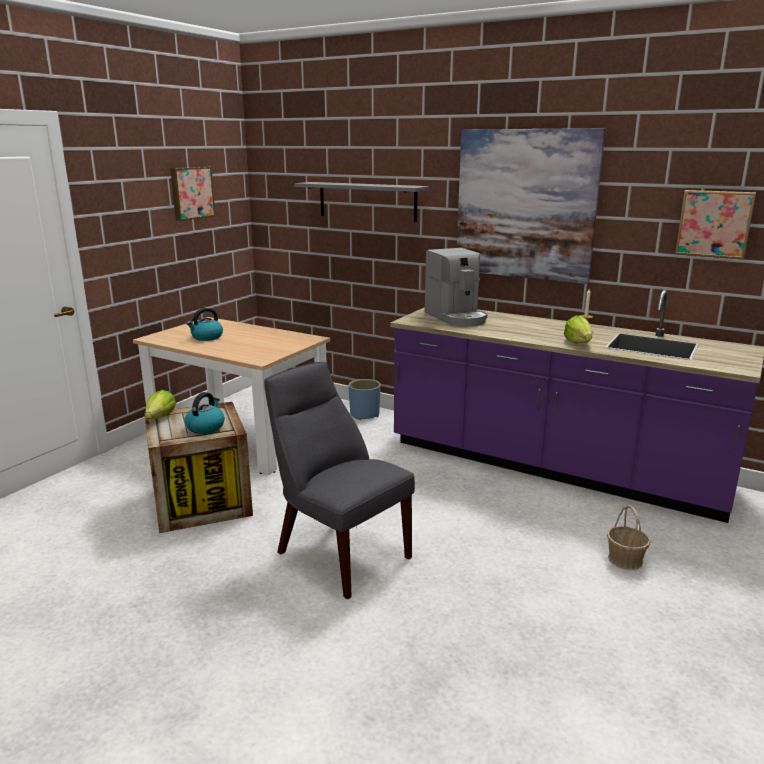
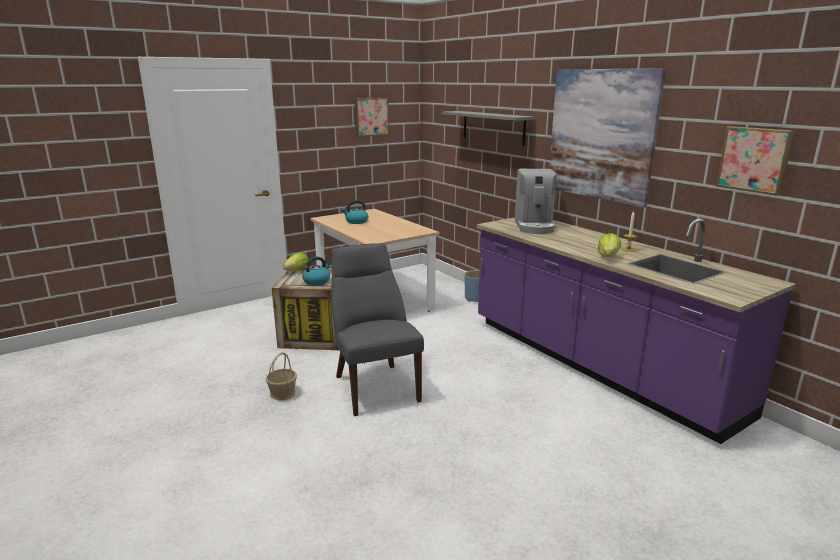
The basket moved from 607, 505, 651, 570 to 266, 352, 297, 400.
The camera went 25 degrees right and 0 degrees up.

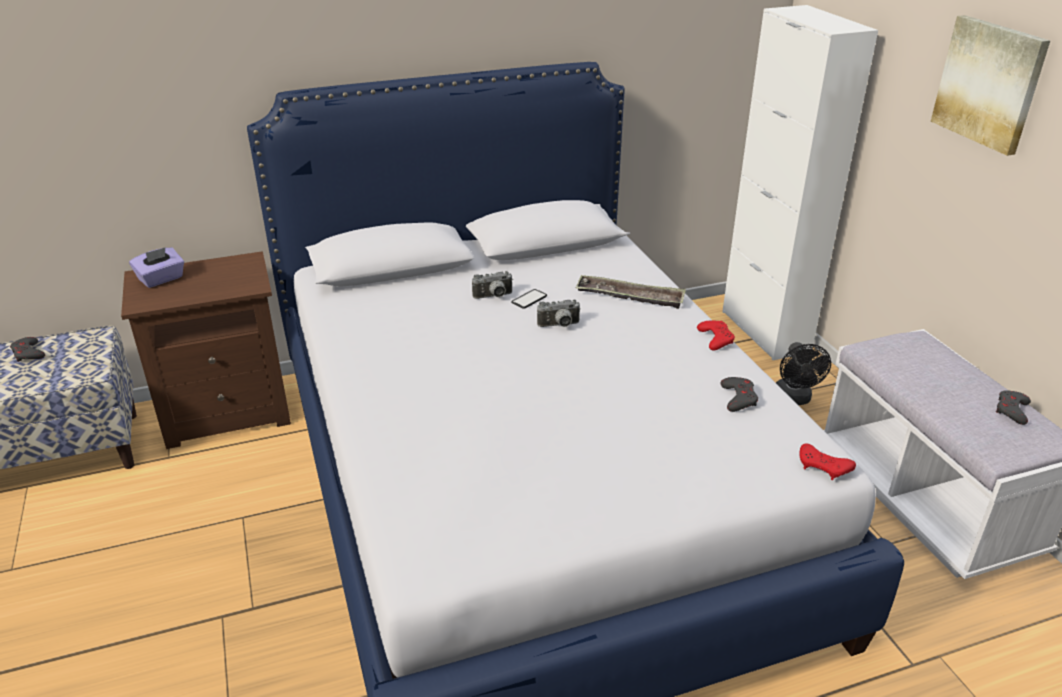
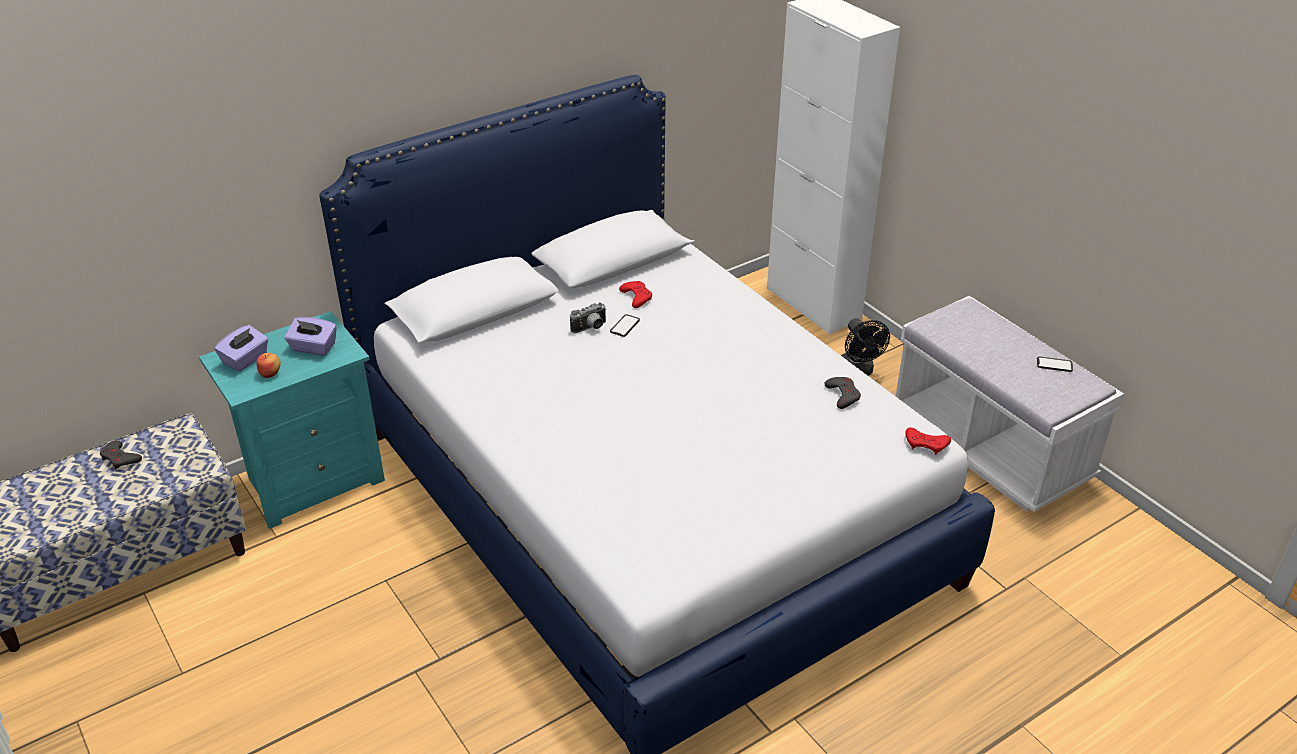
The picture at 931, 15, 1050, 156 disappeared.
The nightstand (brown) at 121, 251, 291, 449 became the nightstand (turquoise) at 199, 311, 385, 529.
The tray at 576, 275, 686, 309 disappeared.
The photo camera at 537, 300, 581, 327 disappeared.
The game controller (red) moved from 697, 320, 735, 350 to 619, 281, 652, 308.
The game controller (grey) at 996, 390, 1031, 425 was replaced by the phone at 1037, 356, 1073, 372.
The tissue box (purple) at 284, 317, 337, 356 appeared.
The apple at 257, 353, 281, 378 appeared.
The camera went 15 degrees left and 5 degrees up.

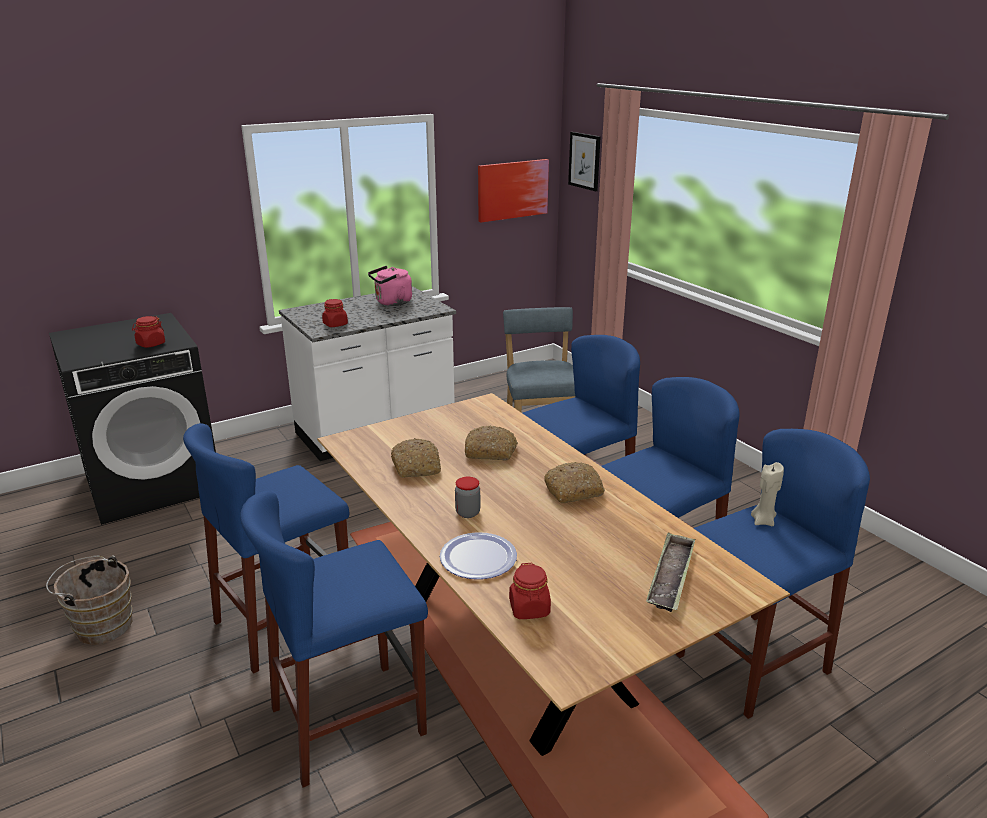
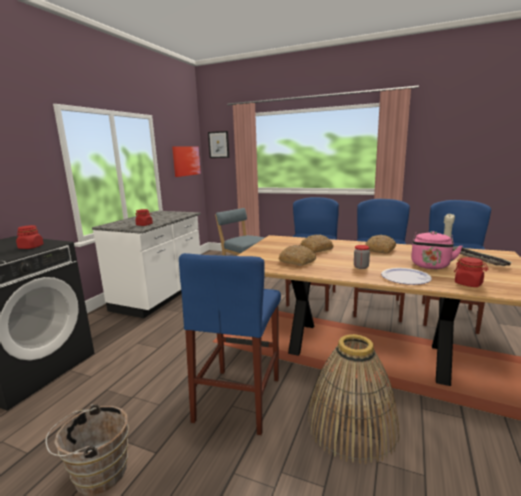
The kettle (pink) moved from 368, 266, 412, 306 to 411, 231, 463, 269.
The stool (blue) at 240, 491, 428, 788 was replaced by the basket at 308, 334, 399, 464.
The camera went 35 degrees left and 10 degrees down.

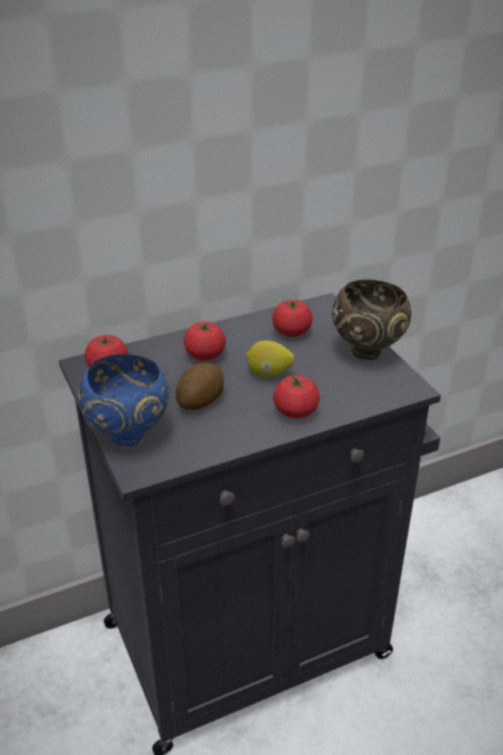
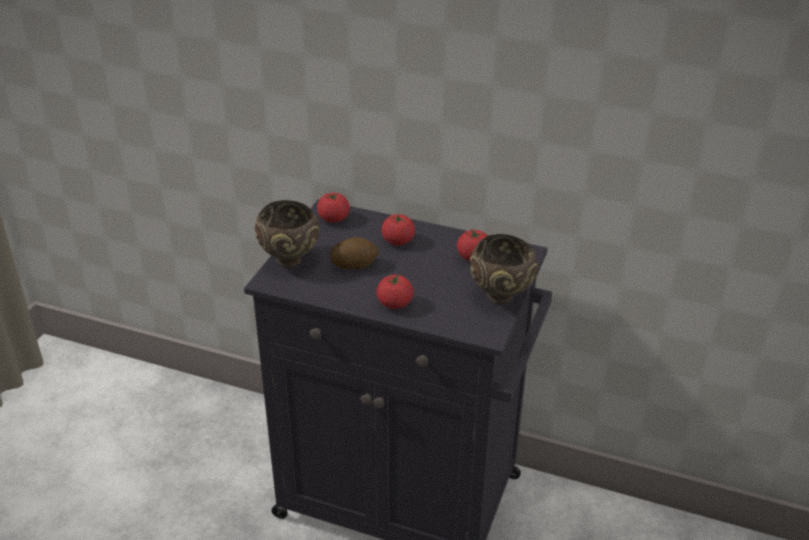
The lemon at 246, 341, 295, 377 disappeared.
The bowl (blue) at 78, 354, 169, 446 became the bowl (brown) at 255, 200, 319, 268.
The camera went 45 degrees right and 0 degrees up.

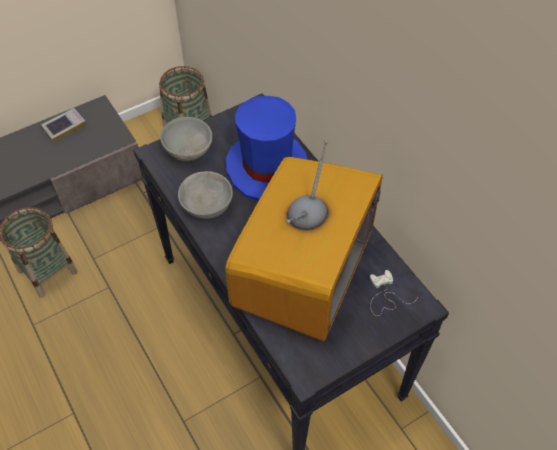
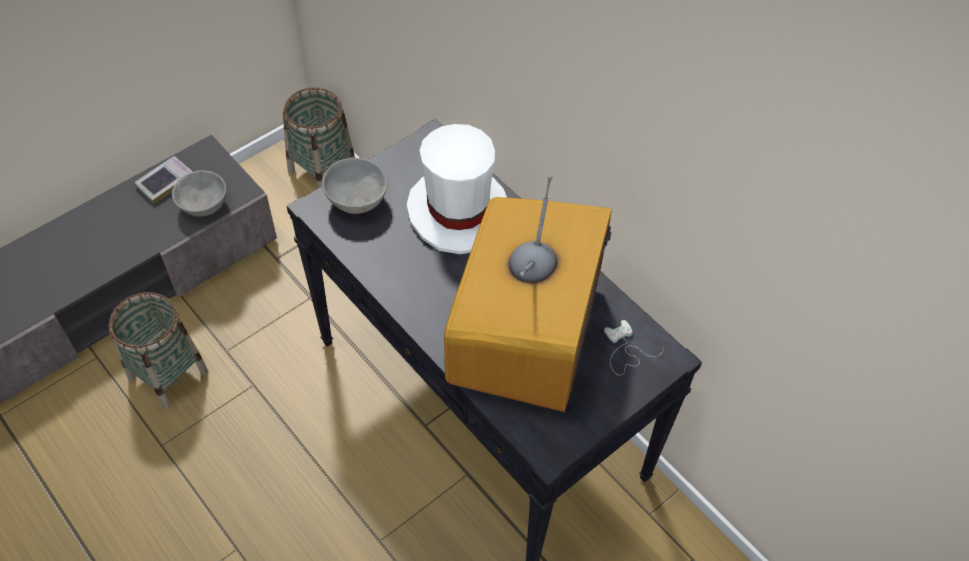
The hat (blue) at 226, 96, 307, 201 became the hat (white) at 407, 124, 507, 254.
The bowl (grey) moved from 178, 171, 233, 219 to 172, 170, 226, 217.
The camera went 10 degrees left and 0 degrees up.

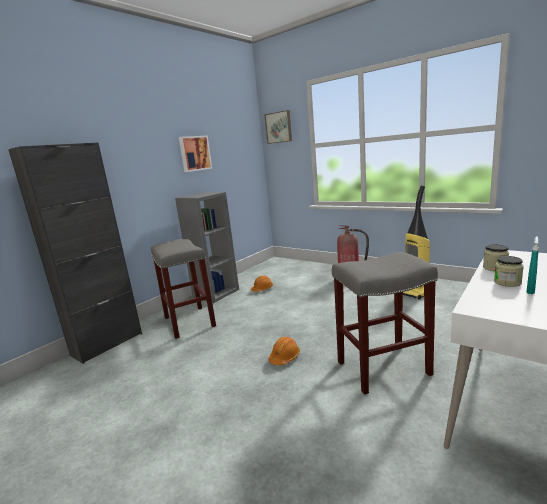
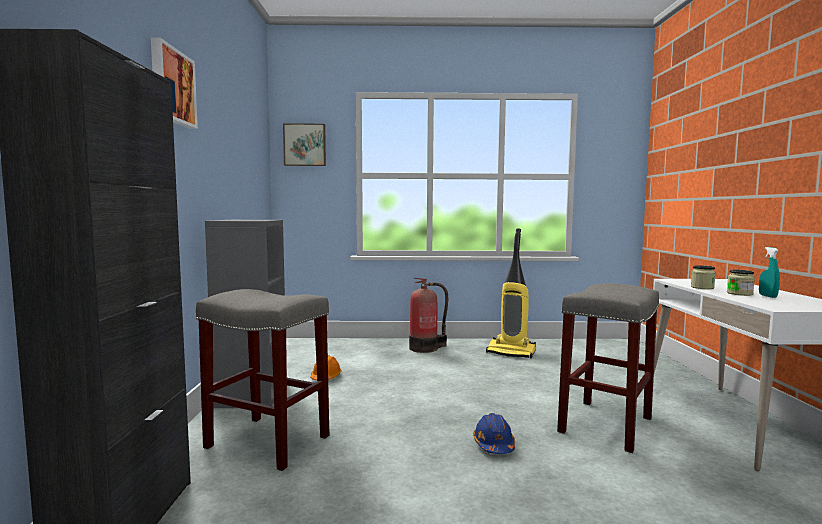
The picture moved from 179, 135, 212, 172 to 151, 37, 198, 129.
The hard hat (orange) at 268, 337, 300, 365 became the hard hat (blue) at 473, 413, 515, 454.
The camera went 40 degrees left and 10 degrees down.

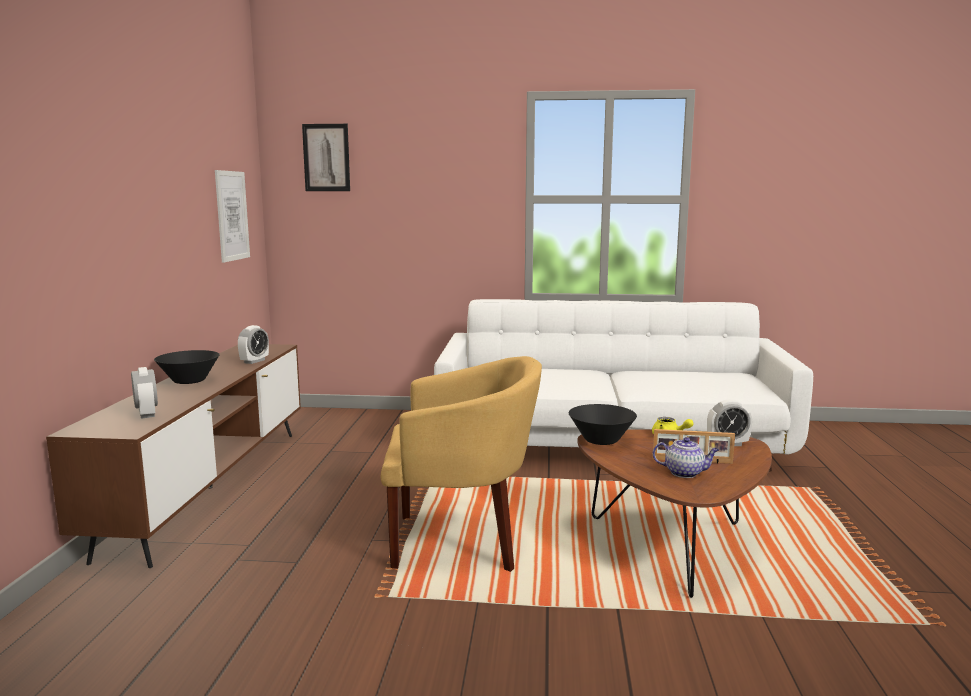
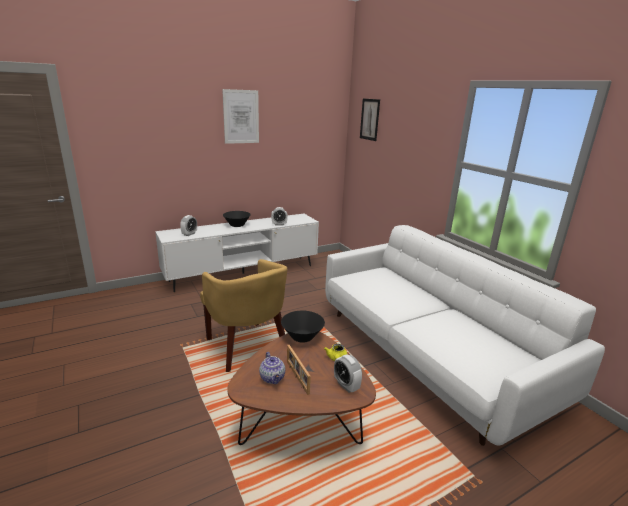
The picture moved from 215, 170, 250, 263 to 222, 89, 259, 144.
The tv stand (brown) at 46, 344, 301, 568 became the tv stand (white) at 155, 214, 319, 292.
The camera went 55 degrees right and 10 degrees up.

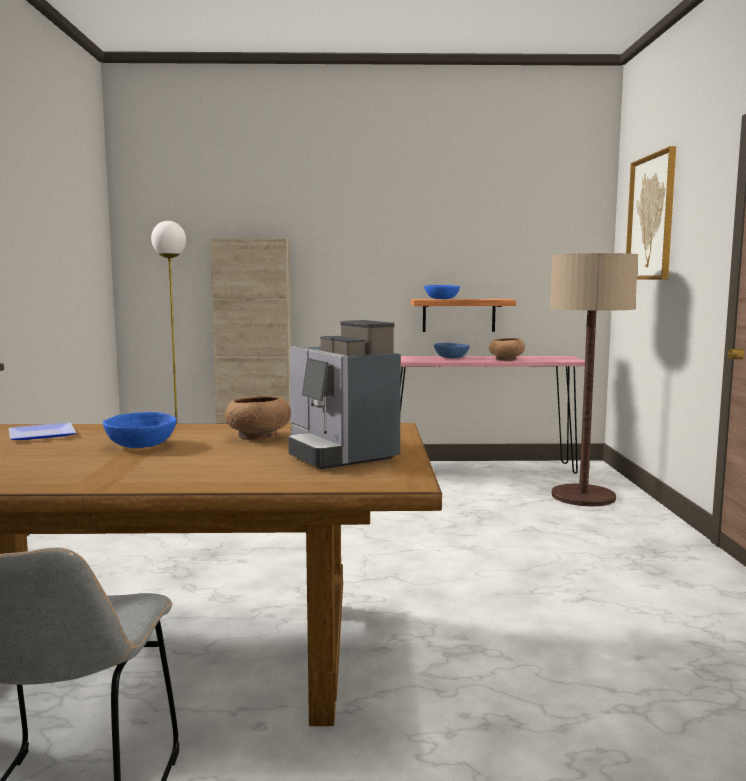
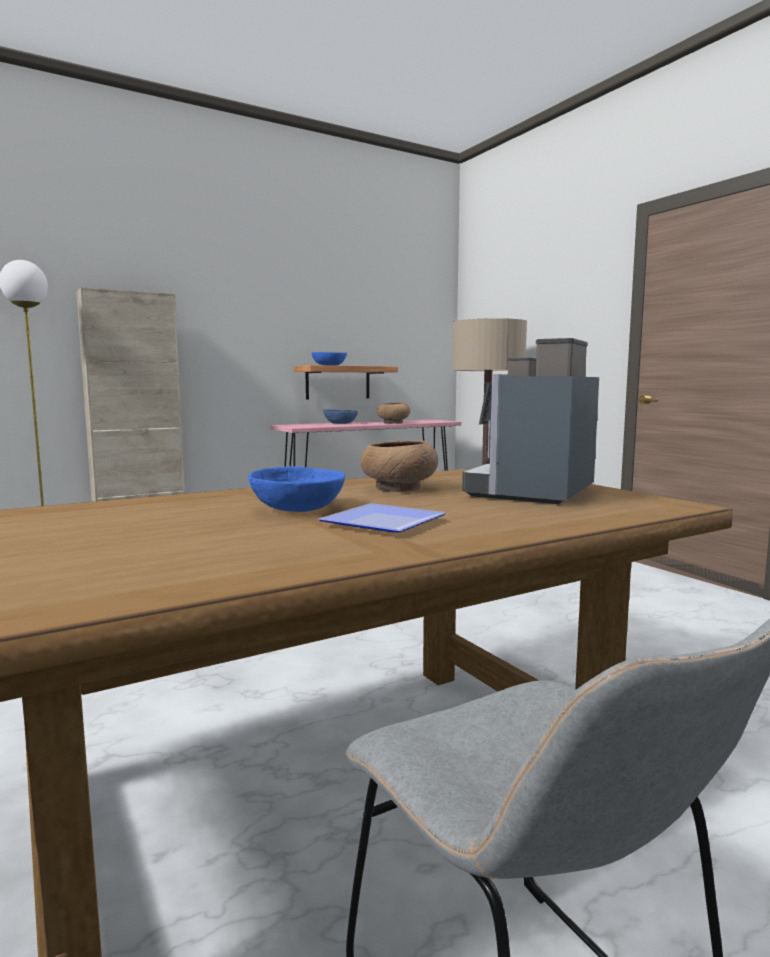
The picture at 626, 146, 676, 280 disappeared.
The coffee machine at 288, 320, 401, 469 turned 90 degrees clockwise.
The plate moved from 9, 422, 76, 440 to 319, 503, 446, 532.
The camera went 30 degrees left and 0 degrees up.

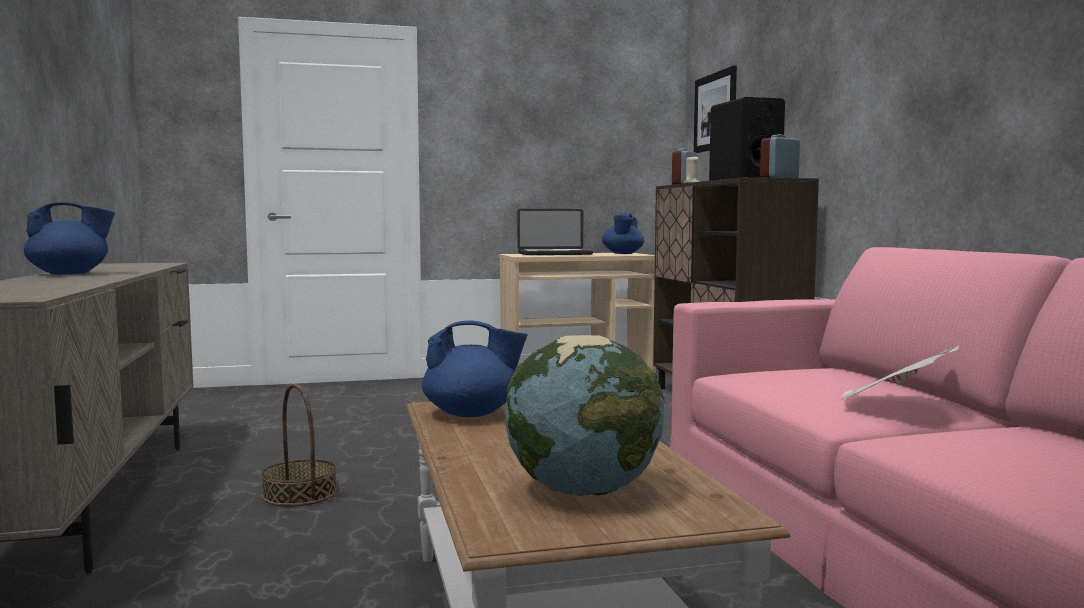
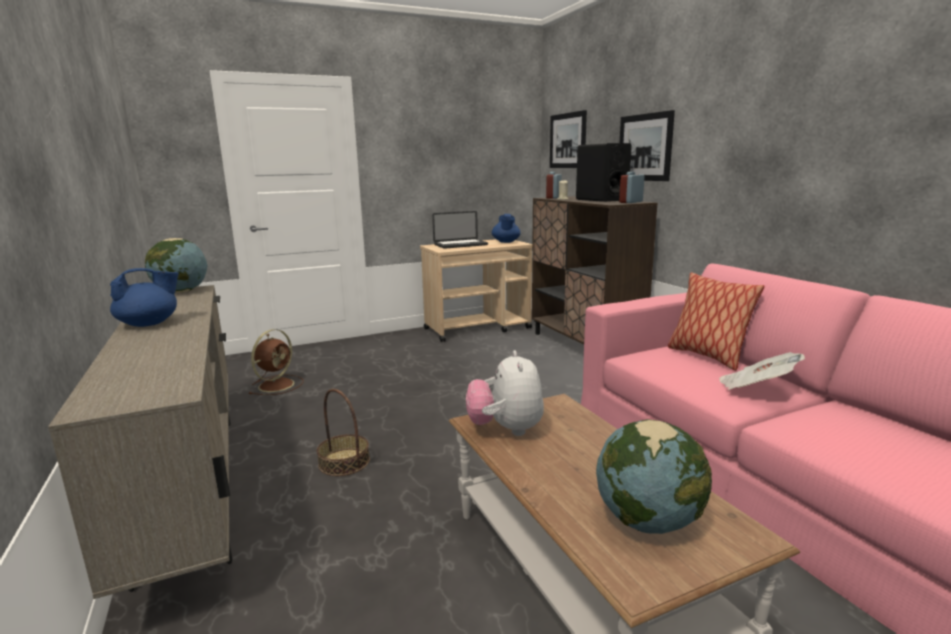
The teapot (blue) at 422, 320, 527, 417 was replaced by the plush toy at 466, 350, 544, 436.
The picture at 620, 110, 675, 181 appeared.
The globe at 145, 238, 207, 293 appeared.
The pillow at 668, 272, 764, 371 appeared.
The fan (brown) at 249, 329, 303, 395 appeared.
The camera went 10 degrees left and 10 degrees up.

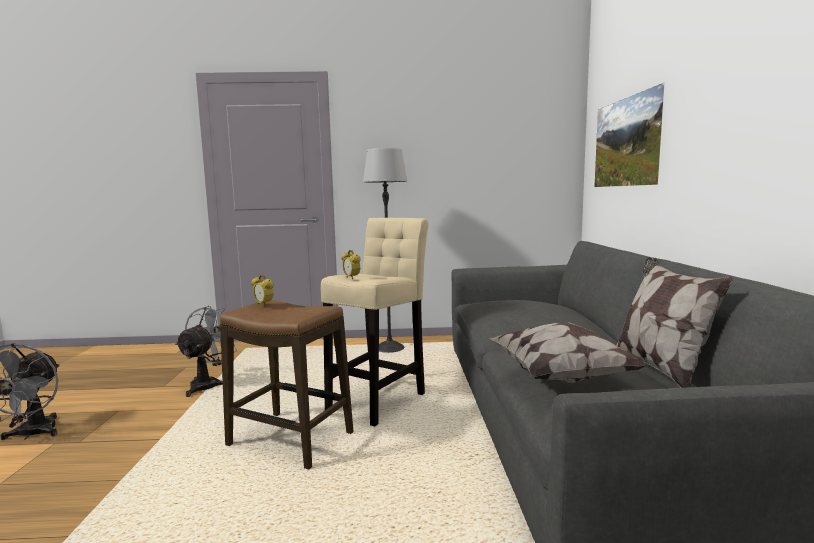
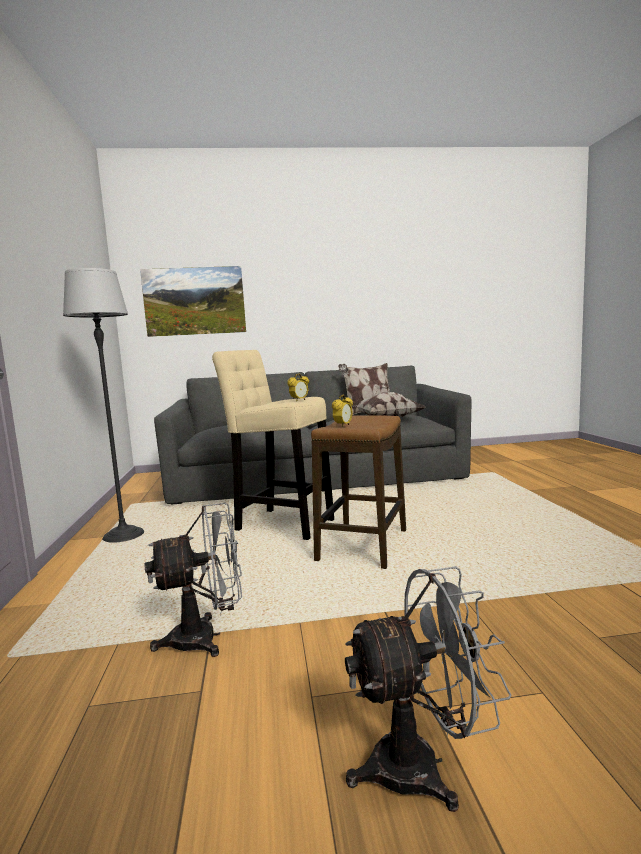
The fan (grey) at 175, 306, 237, 397 turned 150 degrees clockwise.
The camera went 95 degrees left and 0 degrees up.

